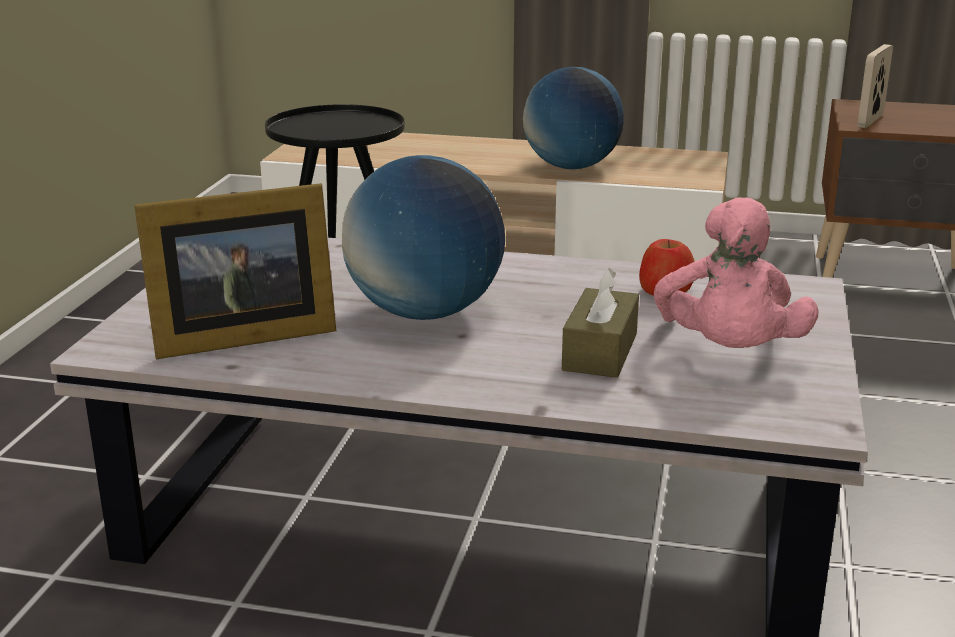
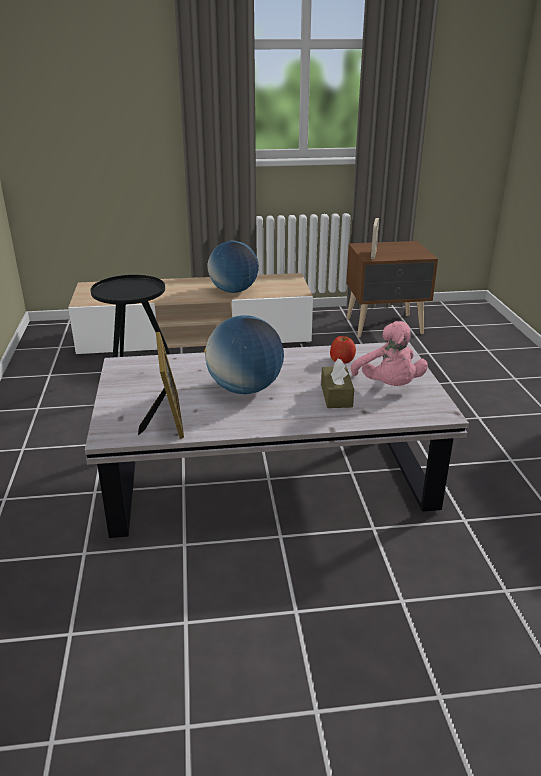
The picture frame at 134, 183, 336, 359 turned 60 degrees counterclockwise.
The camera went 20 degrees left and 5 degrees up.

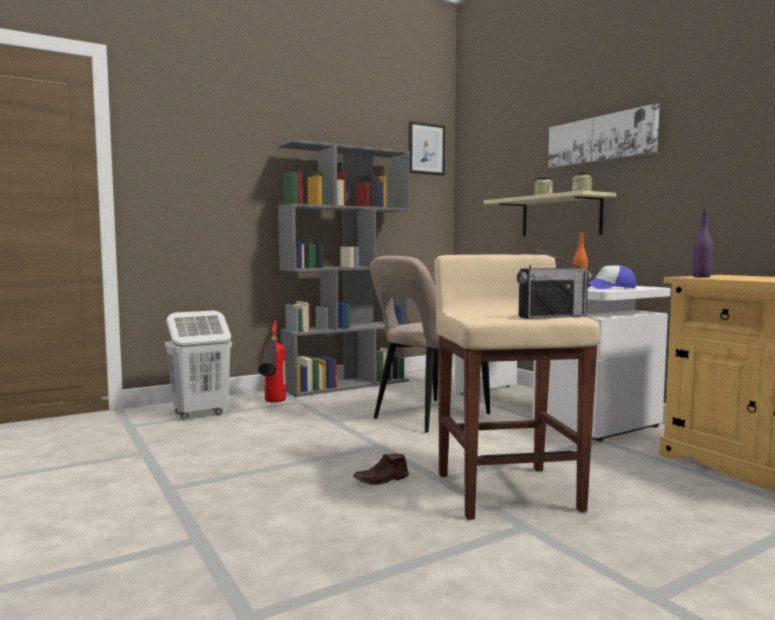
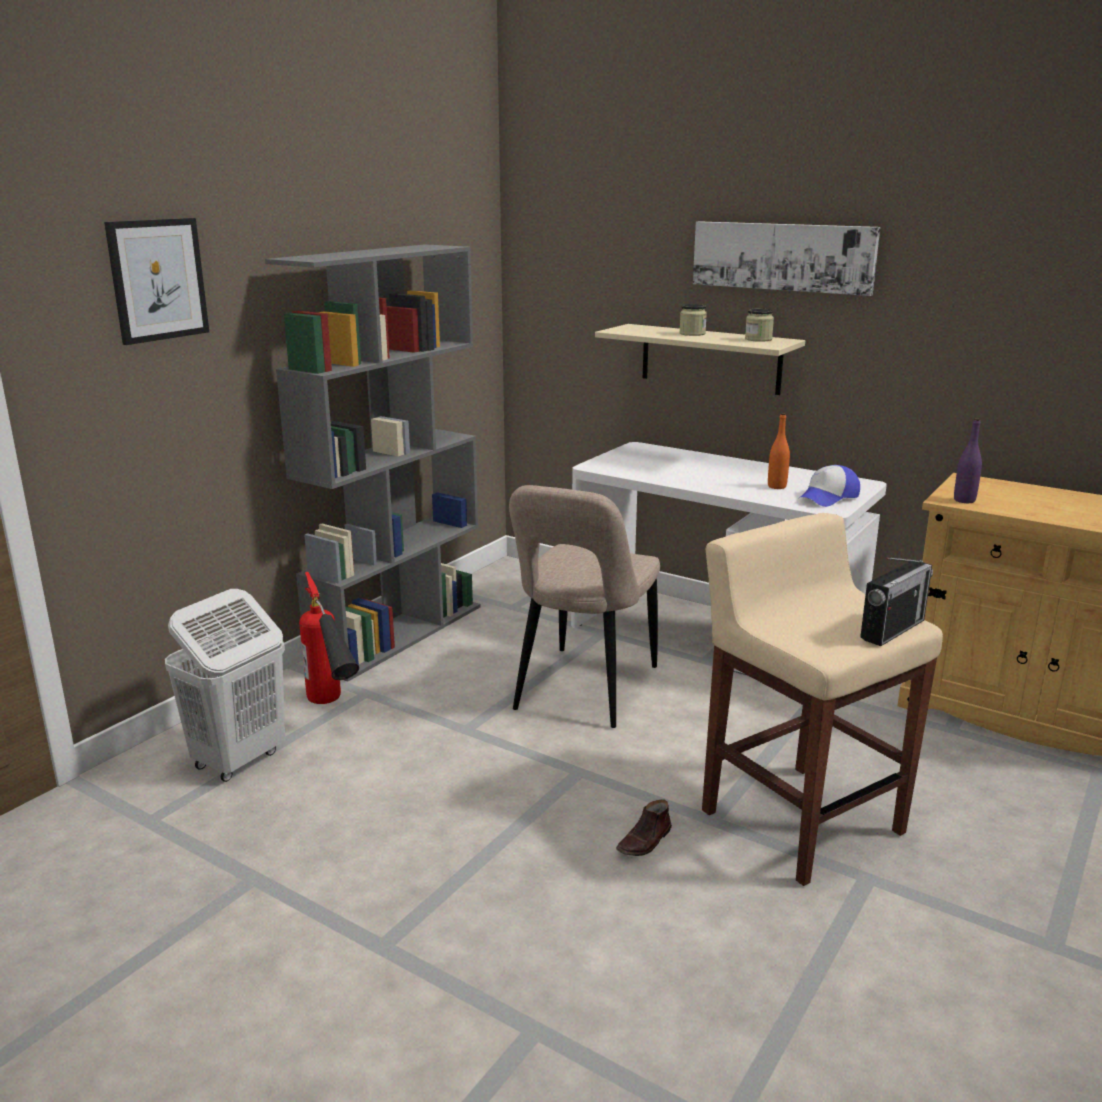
The picture moved from 409, 121, 445, 176 to 104, 218, 209, 345.
The camera went 25 degrees left and 15 degrees up.

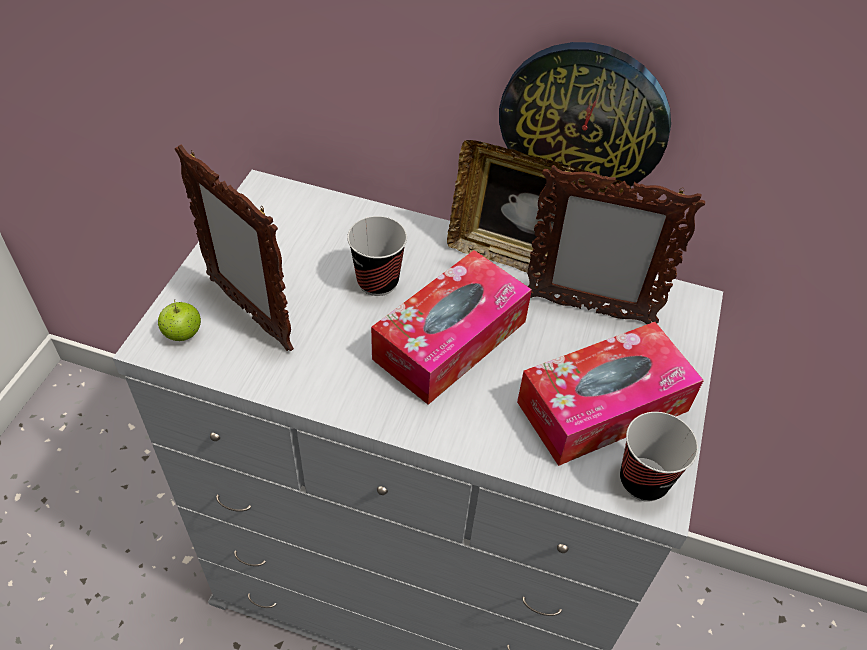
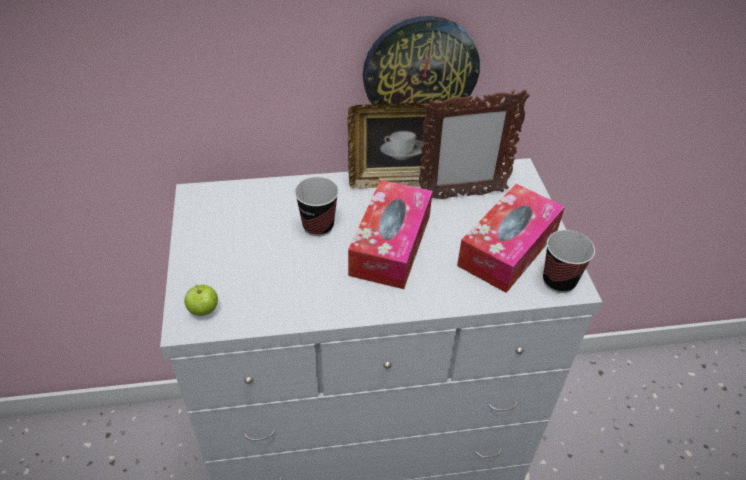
The picture frame at 175, 144, 294, 351 disappeared.
The camera went 25 degrees left and 5 degrees down.

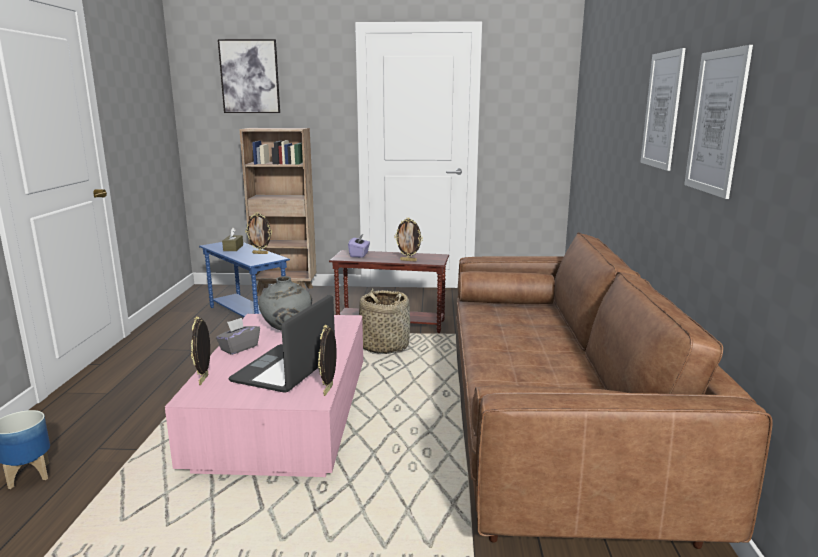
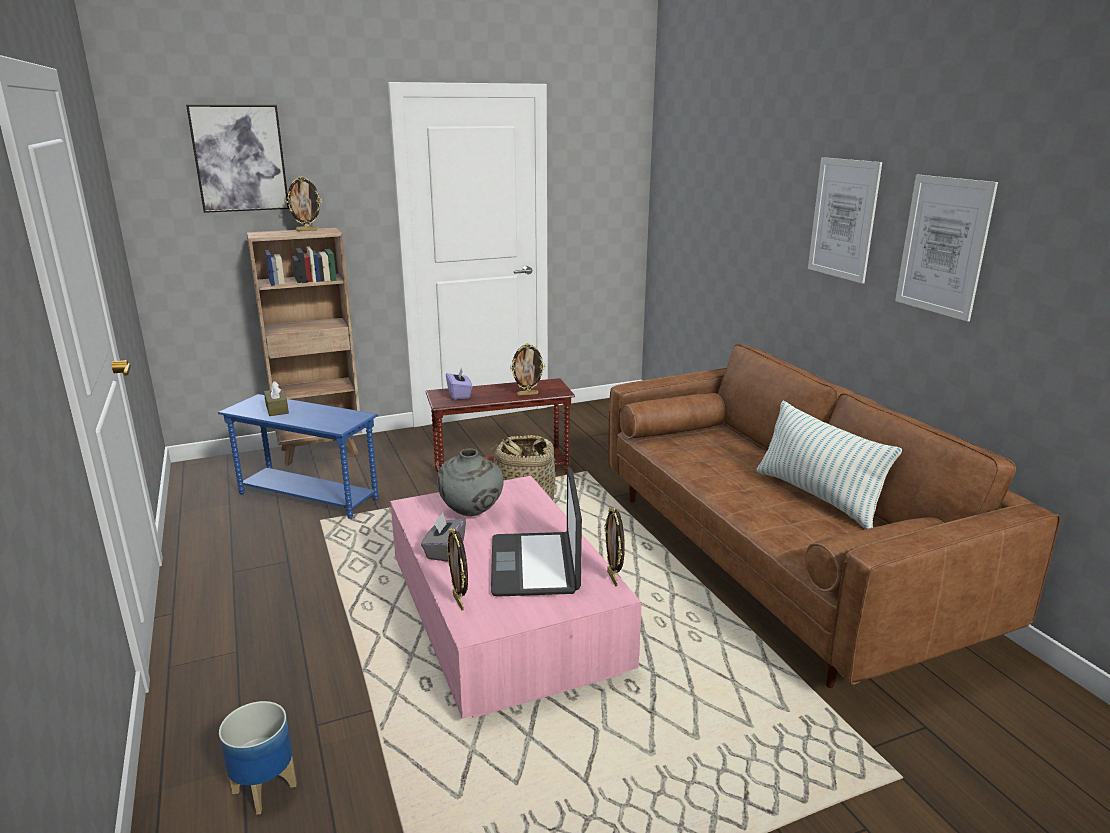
The picture frame moved from 245, 212, 272, 254 to 285, 176, 322, 231.
The pillow at 757, 401, 902, 529 appeared.
The camera went 25 degrees left and 5 degrees up.

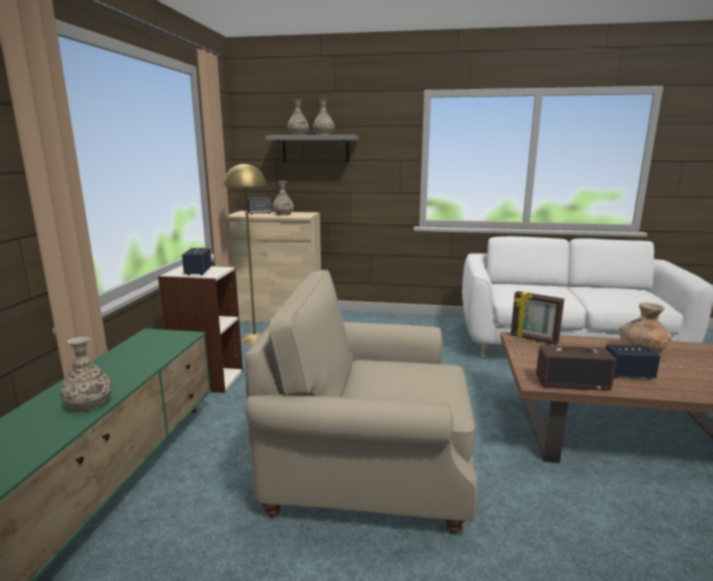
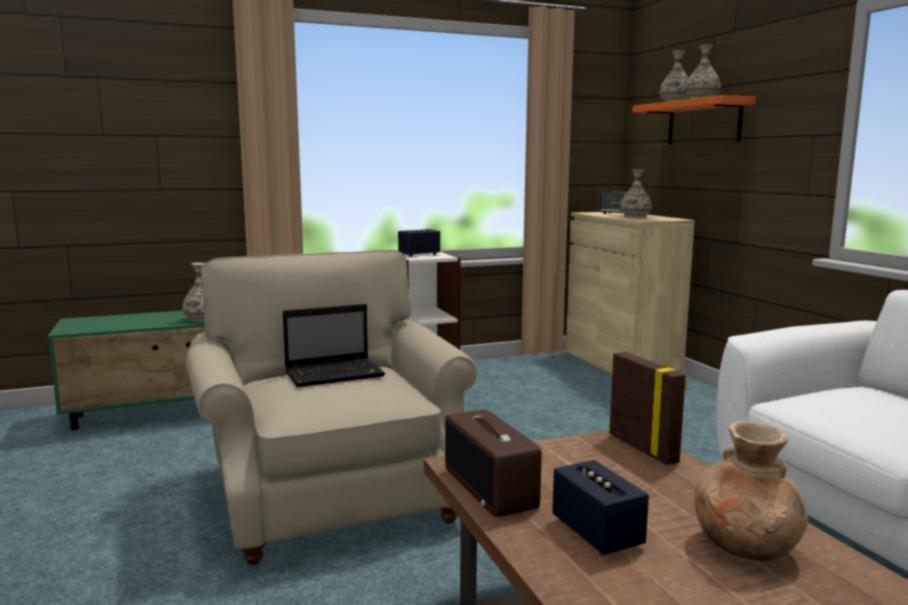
The shelf (grey) at 265, 135, 358, 163 became the shelf (orange) at 632, 95, 756, 144.
The floor lamp (yellow) at 224, 163, 266, 344 disappeared.
The picture frame at 511, 291, 564, 345 turned 150 degrees clockwise.
The laptop at 283, 304, 385, 387 appeared.
The camera went 60 degrees right and 5 degrees down.

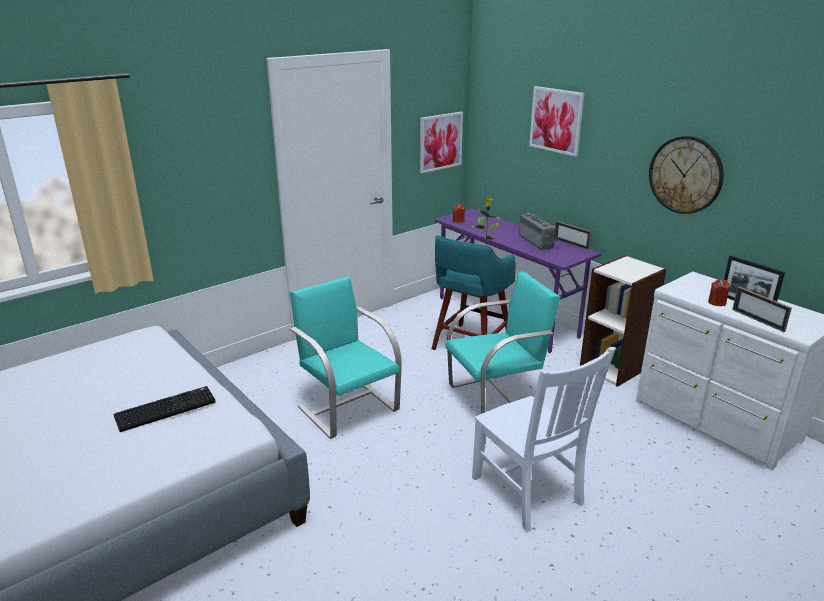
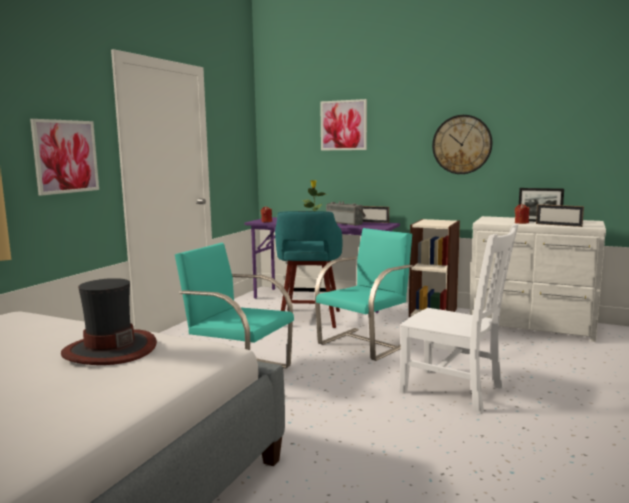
The picture moved from 420, 112, 463, 173 to 30, 119, 99, 196.
The keyboard at 113, 386, 216, 432 was replaced by the hat at 61, 278, 157, 365.
The camera went 25 degrees left and 15 degrees down.

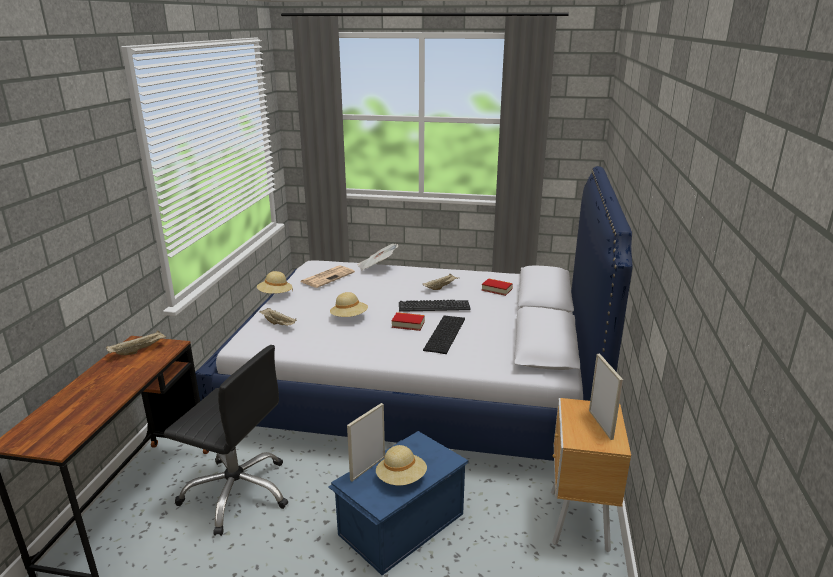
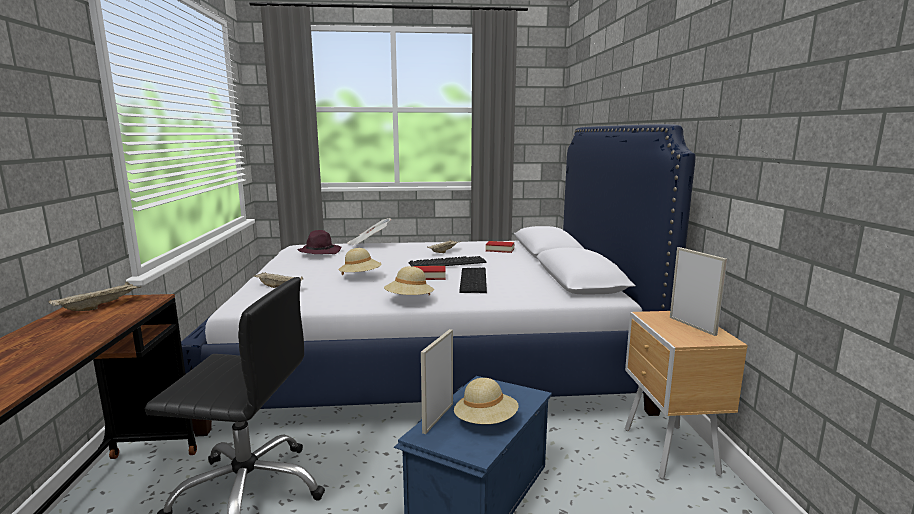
The newspaper at 300, 265, 355, 288 was replaced by the hat (purple) at 297, 230, 342, 254.
The hat (beige) moved from 257, 271, 293, 294 to 384, 266, 434, 295.
The camera went 15 degrees left and 10 degrees down.

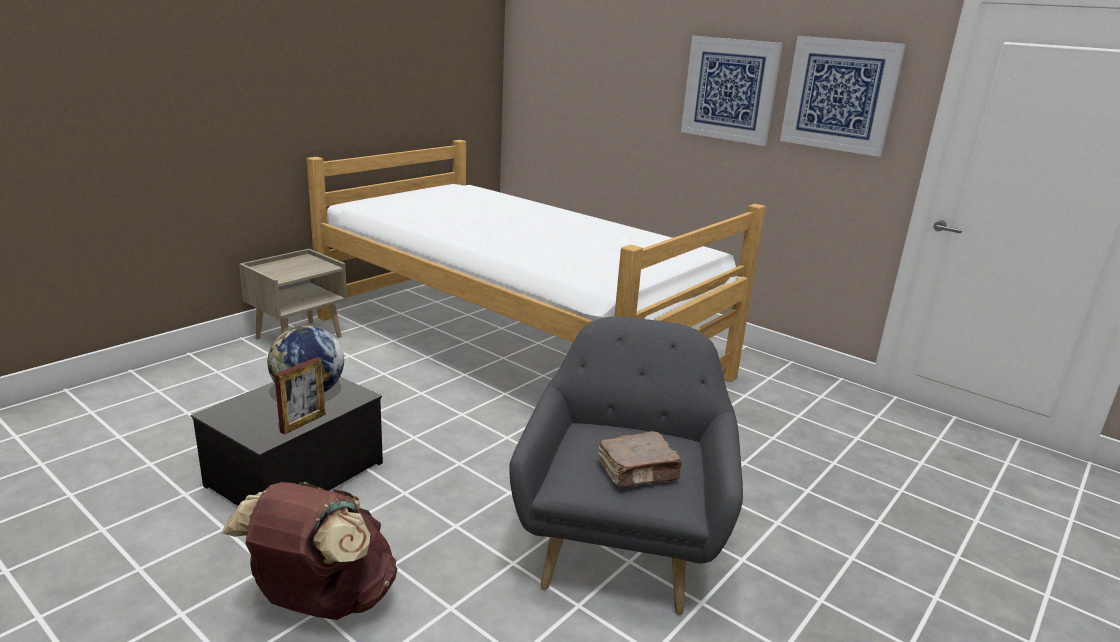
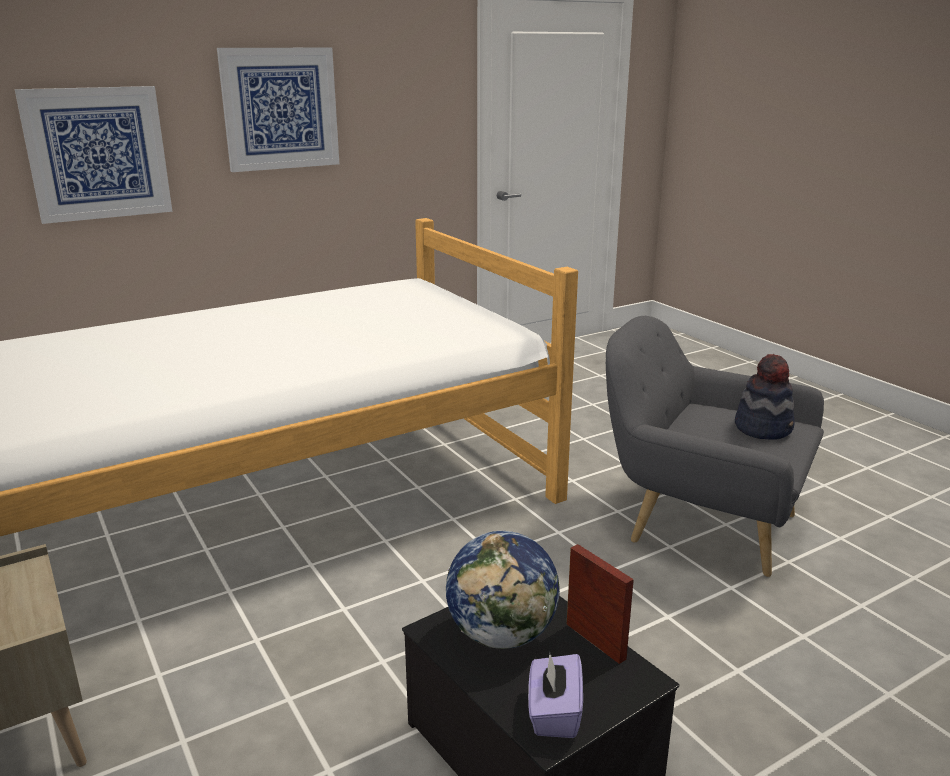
The picture moved from 780, 36, 906, 157 to 15, 86, 172, 224.
The book (brown) at 598, 431, 682, 487 was replaced by the hat at 735, 354, 795, 440.
The backpack (brown) at 222, 482, 398, 620 disappeared.
The tissue box (purple) at 528, 651, 583, 738 appeared.
The camera went 70 degrees left and 0 degrees up.

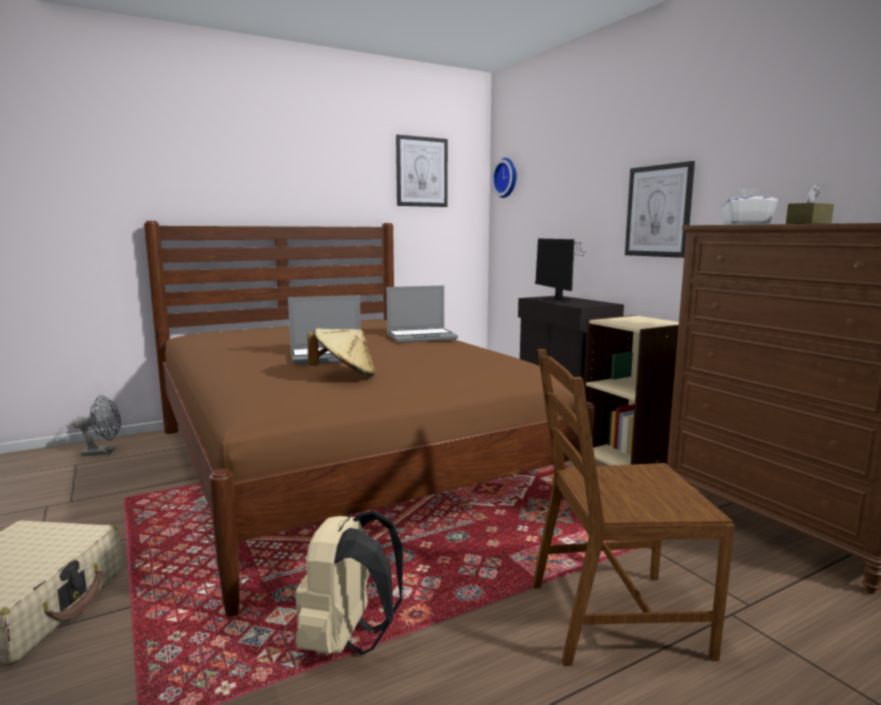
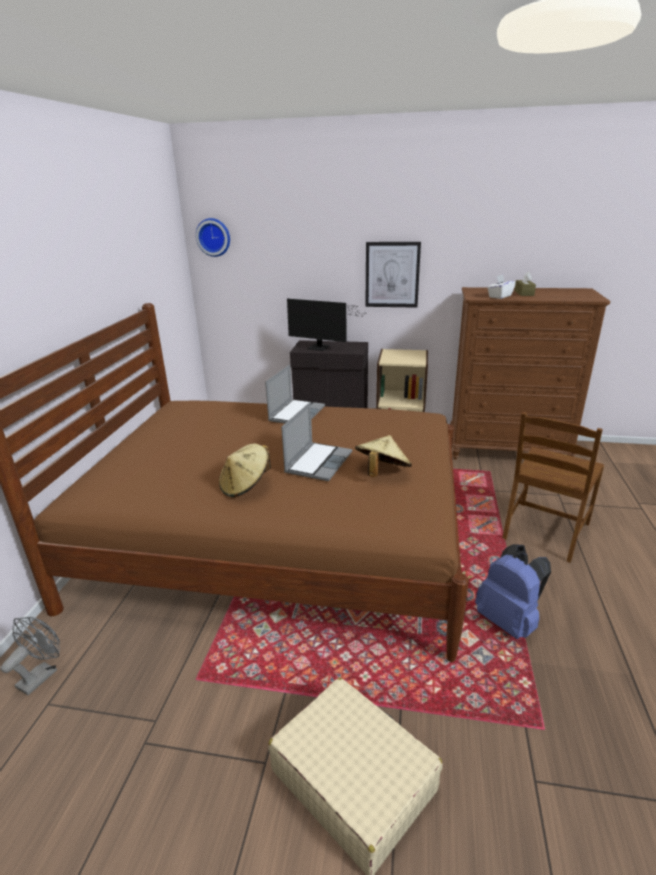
The picture at 396, 135, 448, 207 disappeared.
The backpack (beige) at 296, 511, 403, 655 became the backpack (blue) at 475, 544, 551, 639.
The hat (beige) at 219, 444, 271, 498 appeared.
The camera went 50 degrees left and 15 degrees up.

